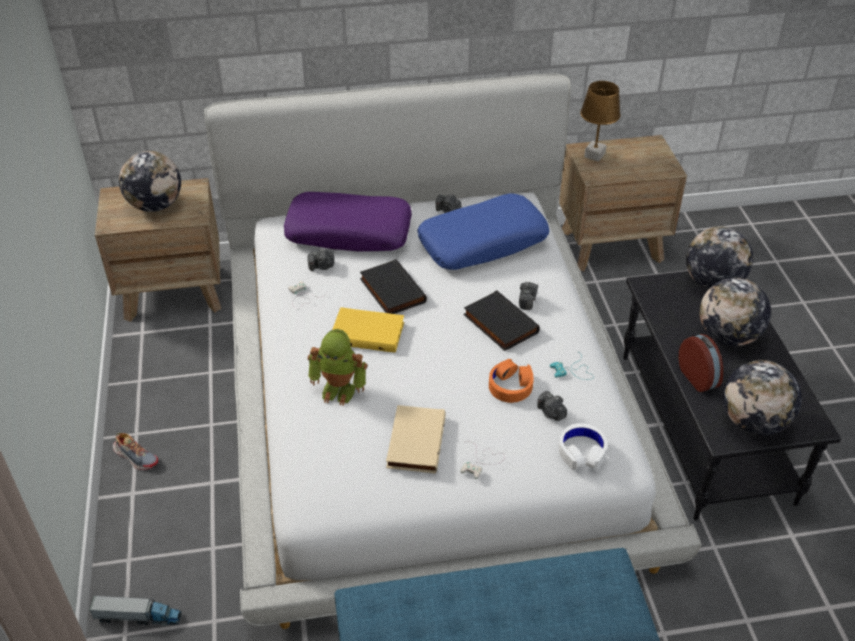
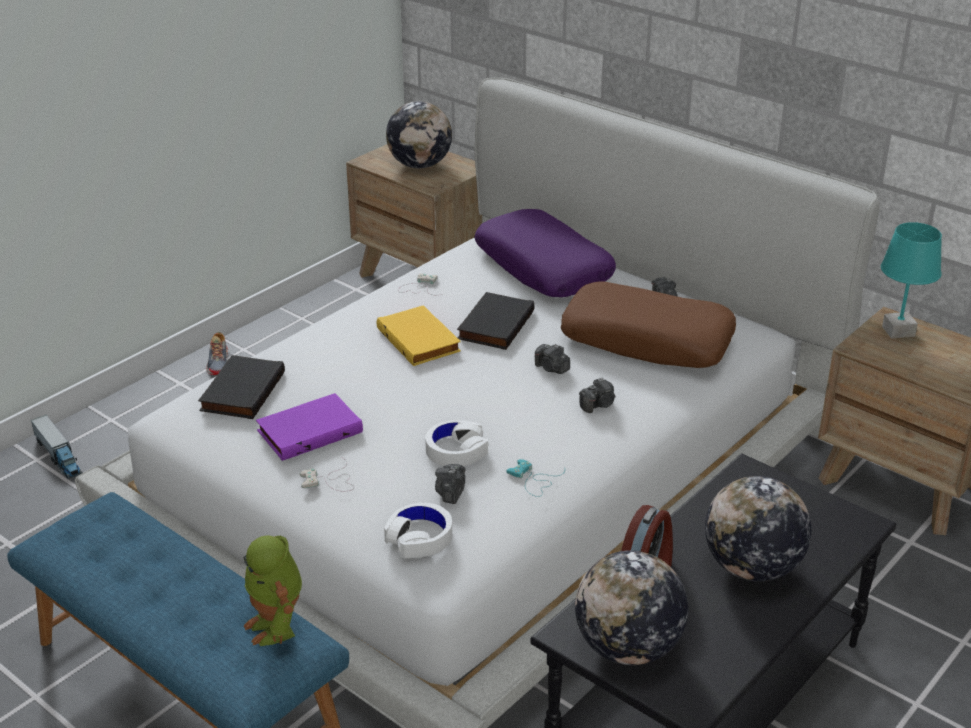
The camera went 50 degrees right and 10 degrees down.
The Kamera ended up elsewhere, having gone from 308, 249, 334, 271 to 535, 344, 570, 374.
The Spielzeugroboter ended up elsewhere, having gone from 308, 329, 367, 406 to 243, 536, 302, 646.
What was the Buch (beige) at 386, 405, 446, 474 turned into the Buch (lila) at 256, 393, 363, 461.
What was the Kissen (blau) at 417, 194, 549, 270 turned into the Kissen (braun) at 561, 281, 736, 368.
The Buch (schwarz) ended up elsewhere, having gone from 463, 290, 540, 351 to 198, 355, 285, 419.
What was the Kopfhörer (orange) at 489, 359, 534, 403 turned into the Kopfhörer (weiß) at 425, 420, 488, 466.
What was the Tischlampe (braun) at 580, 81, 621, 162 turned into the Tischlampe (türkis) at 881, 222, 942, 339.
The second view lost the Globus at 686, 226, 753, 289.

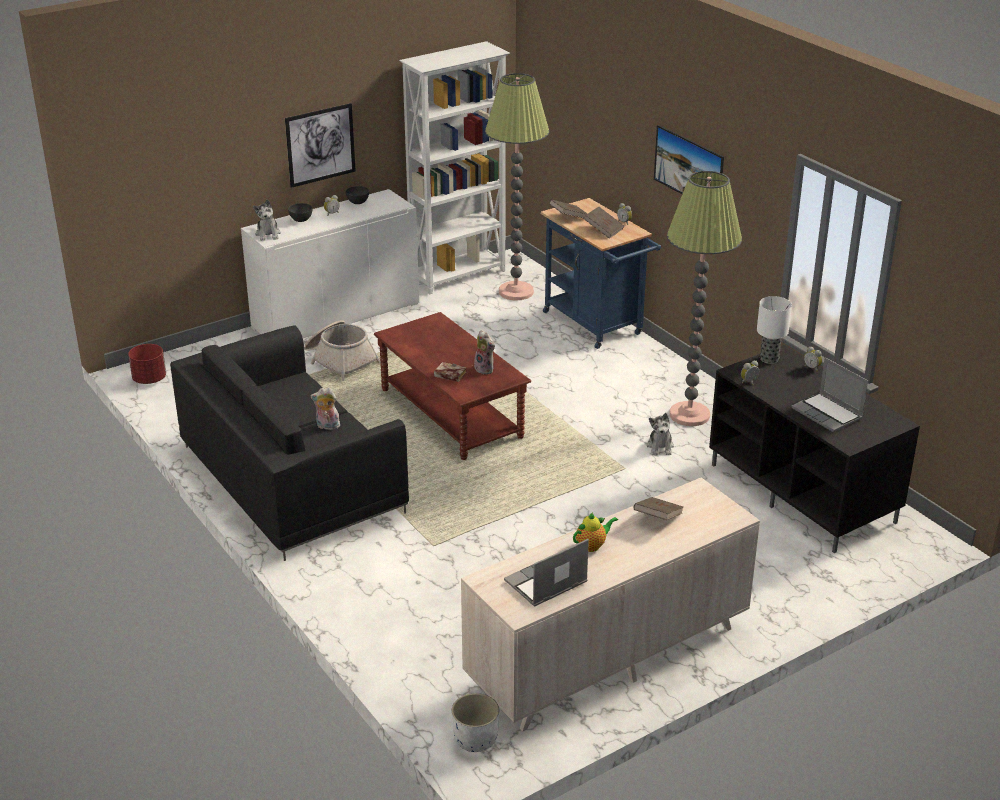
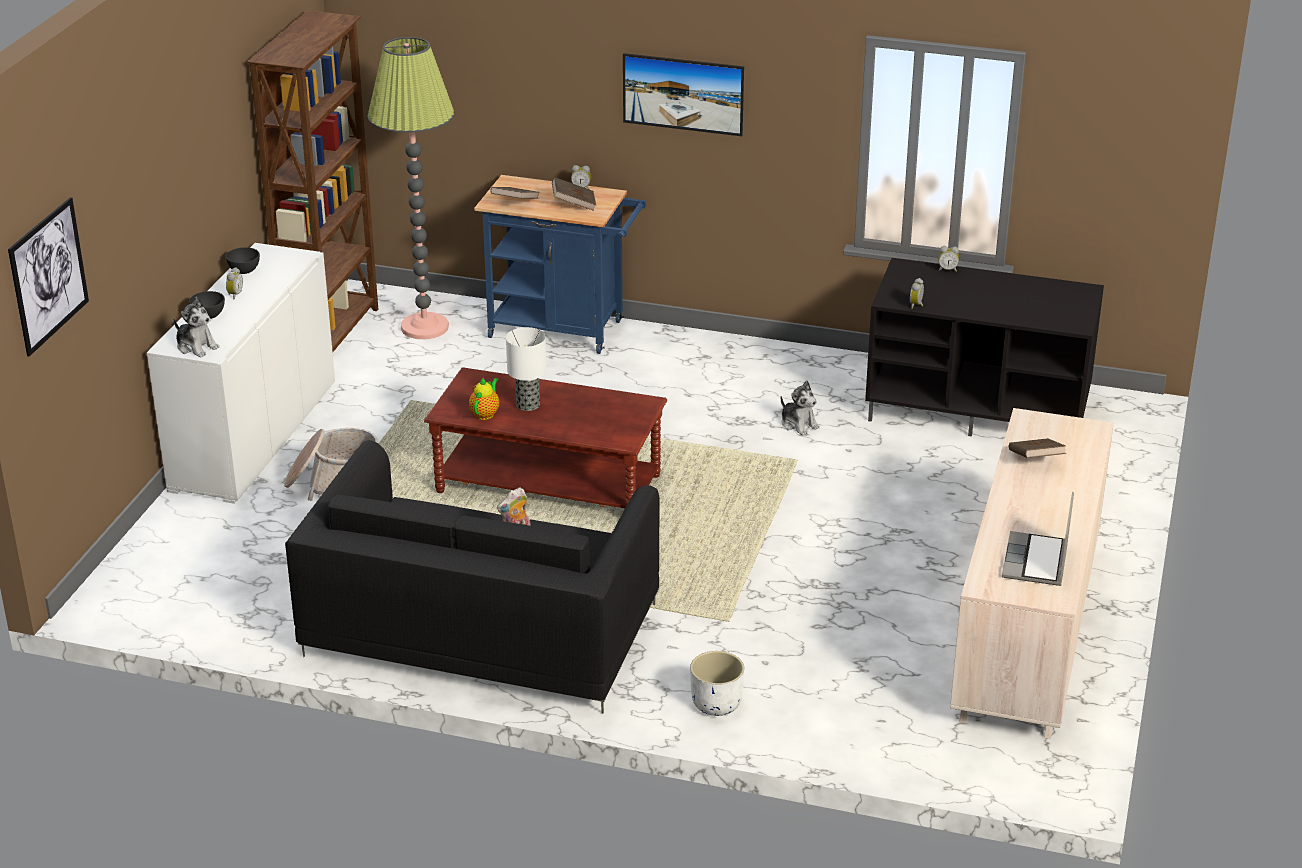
The camera went 40 degrees left and 0 degrees up.
The second view lost the Pflanzkübel (rot) at 128, 344, 166, 384.
The Bild ended up elsewhere, having gone from 285, 103, 356, 188 to 8, 197, 89, 356.
What was the Bücherregal (weiß) at 399, 41, 510, 294 turned into the Bücherregal (braun) at 247, 10, 378, 352.
The second view lost the Buch at 434, 362, 467, 382.
The Pflanzkübel (weiß) ended up elsewhere, having gone from 452, 693, 499, 752 to 690, 651, 744, 716.
The second view lost the Plüschtier at 474, 330, 495, 375.
The Teekanne ended up elsewhere, having gone from 573, 513, 618, 552 to 469, 377, 499, 420.
The second view lost the Stehlampe at 667, 171, 742, 426.
The Tischlampe ended up elsewhere, having gone from 757, 296, 792, 364 to 506, 327, 546, 411.
The second view lost the Laptop at 792, 357, 868, 432.

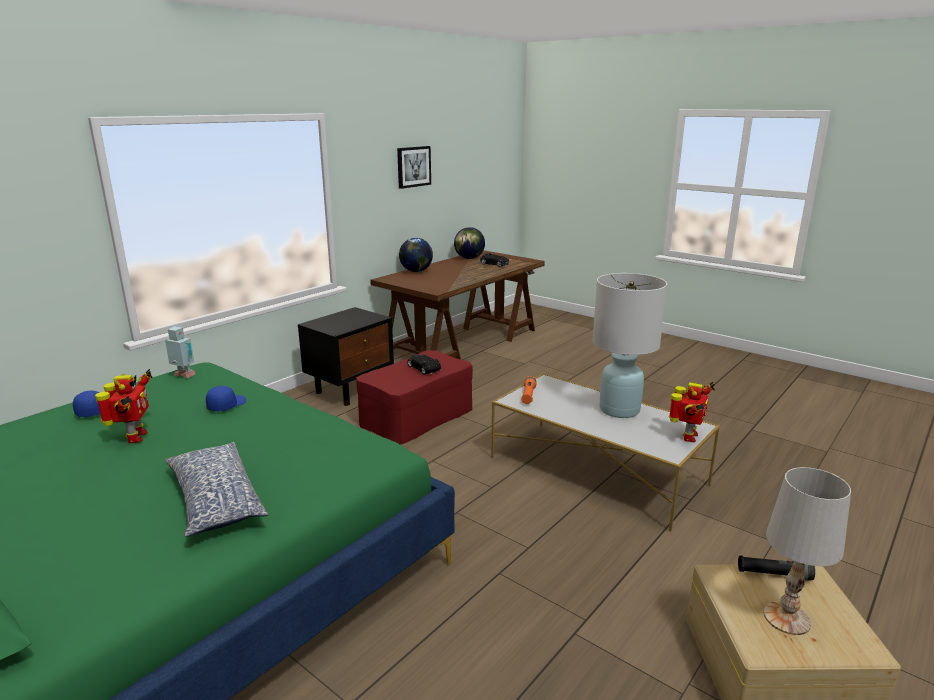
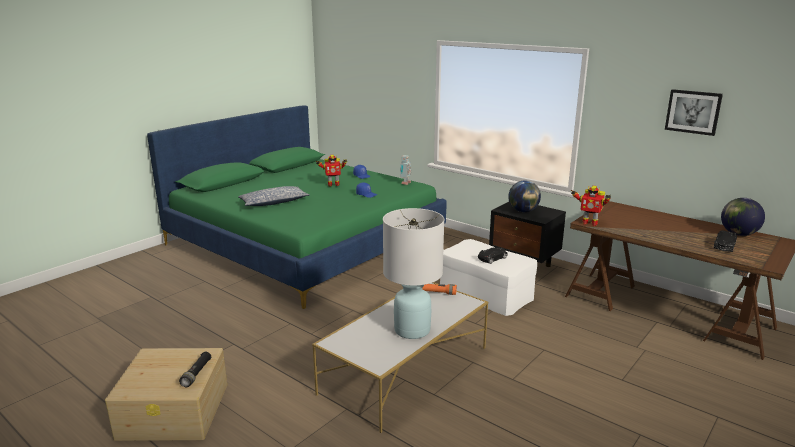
The camera went 90 degrees right and 0 degrees up.
What was the Polsterhocker (rot) at 356, 350, 473, 445 turned into the Polsterhocker (weiß) at 440, 239, 537, 316.
The Globus ended up elsewhere, having gone from 399, 238, 433, 272 to 508, 180, 541, 212.
The Spielzeugroboter ended up elsewhere, having gone from 669, 382, 715, 442 to 571, 186, 611, 226.
The second view lost the Tischlampe (weiß) at 764, 467, 851, 635.

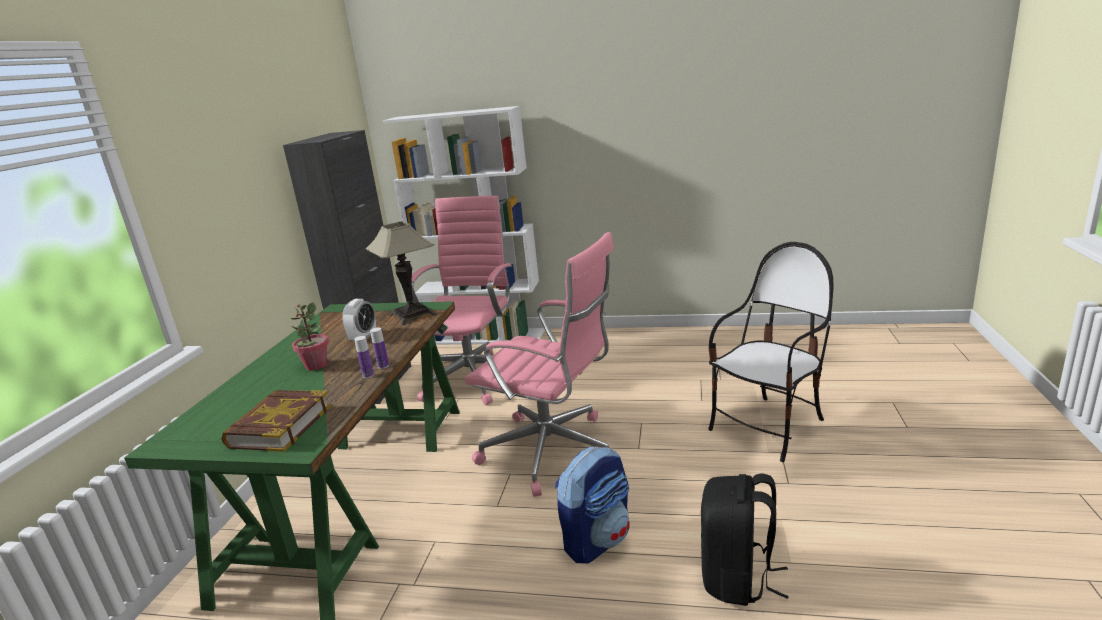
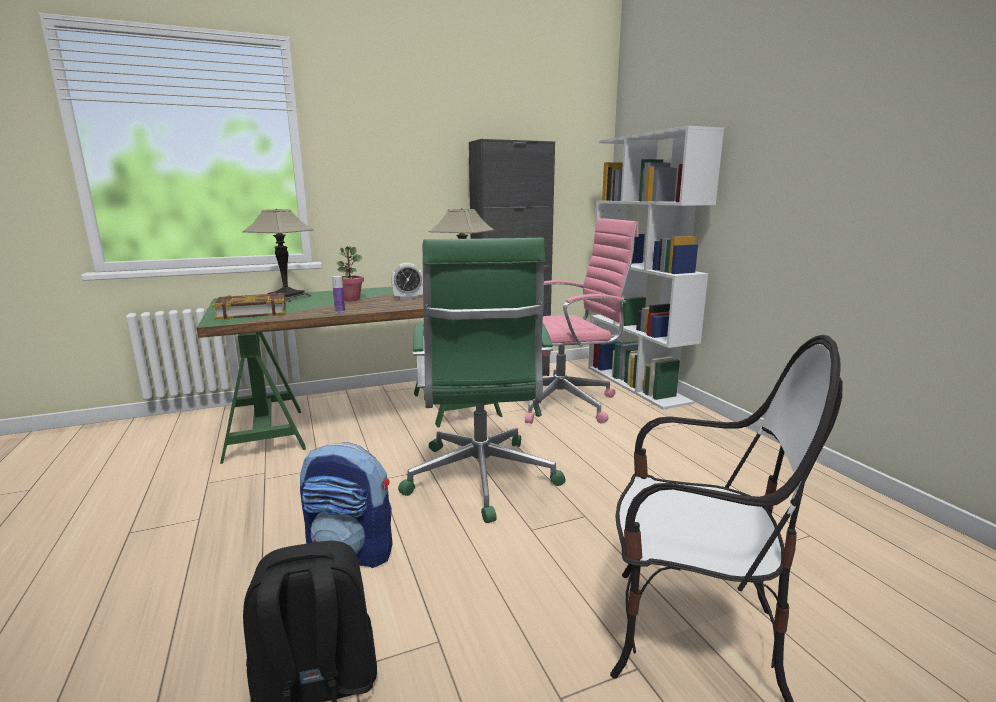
The camera went 55 degrees right and 5 degrees down.
The second view lost the Flasche at 370, 328, 389, 369.
What was the Bürostuhl (rosa) at 465, 232, 618, 497 turned into the Bürostuhl (grün) at 398, 238, 566, 523.
The second view gained the Tischlampe at 242, 209, 314, 302.

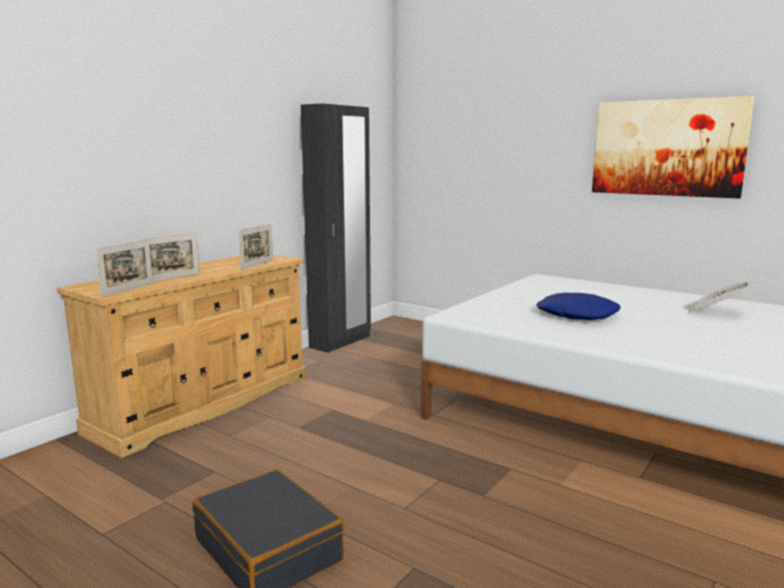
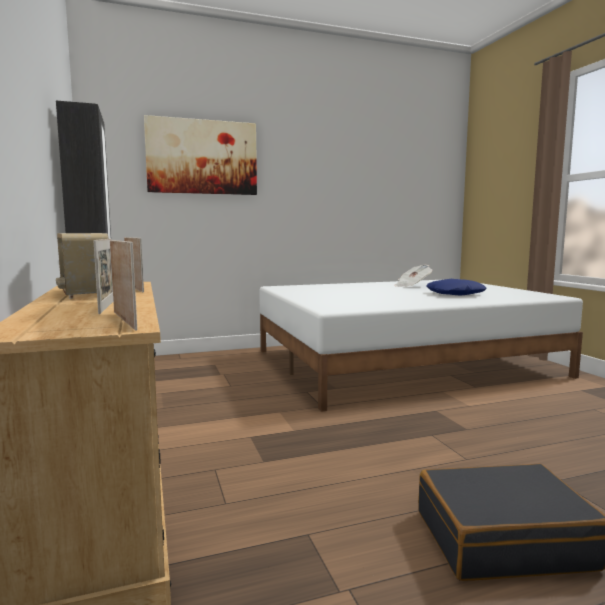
The camera went 55 degrees left and 5 degrees down.
The Kissen (blau) ended up elsewhere, having gone from 537, 293, 621, 320 to 426, 279, 487, 295.
The Bild ended up elsewhere, having gone from 592, 96, 755, 199 to 144, 115, 257, 195.
The second view gained the Radio at 56, 233, 108, 299.

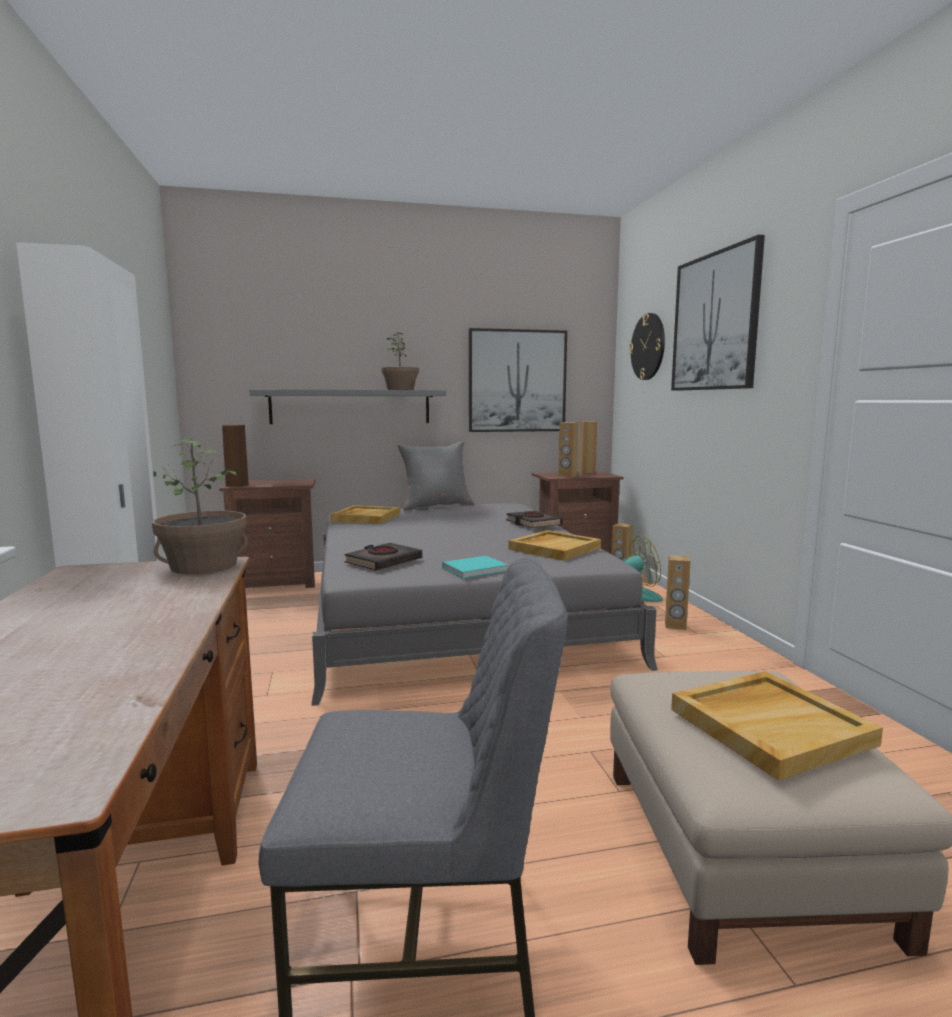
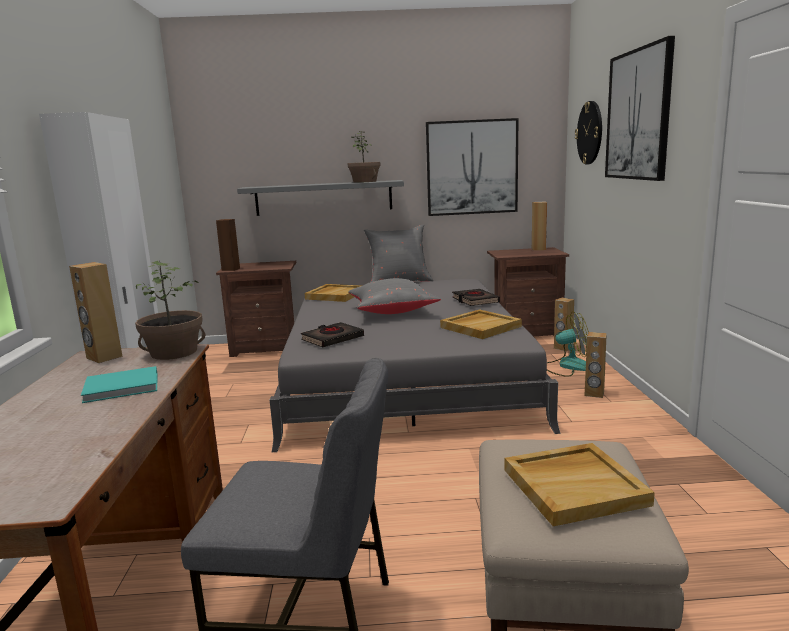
The camera went 10 degrees right and 5 degrees up.
The Buch (türkis) ended up elsewhere, having gone from 442, 556, 508, 578 to 81, 366, 157, 403.
The Lautsprecher (braun) ended up elsewhere, having gone from 558, 422, 578, 477 to 69, 262, 123, 363.
The second view gained the Kissen (grau) at 348, 278, 441, 314.

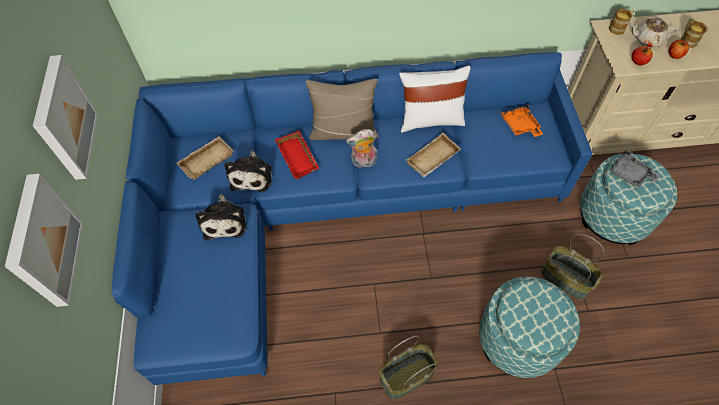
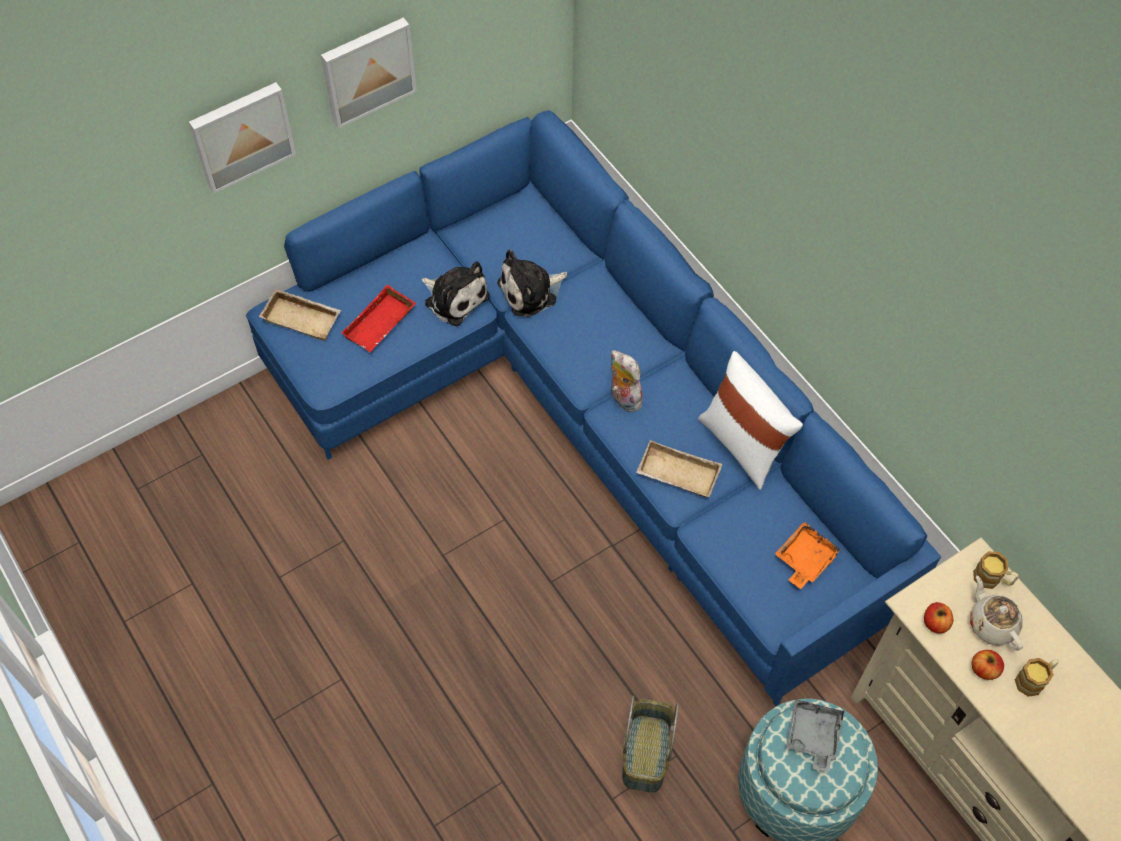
The camera went 60 degrees right and 0 degrees up.
The Tablett (beige) ended up elsewhere, having gone from 176, 136, 234, 180 to 259, 289, 341, 341.
The Plüschtier at 196, 194, 247, 241 ended up facing another way, 105 degrees counterclockwise from before.
The Tablett (rot) ended up elsewhere, having gone from 275, 131, 319, 180 to 341, 285, 416, 352.
The second view lost the Kissen (beige) at 306, 79, 379, 140.
The second view lost the Korb at 379, 335, 438, 399.
The second view lost the Polsterhocker at 479, 277, 580, 378.

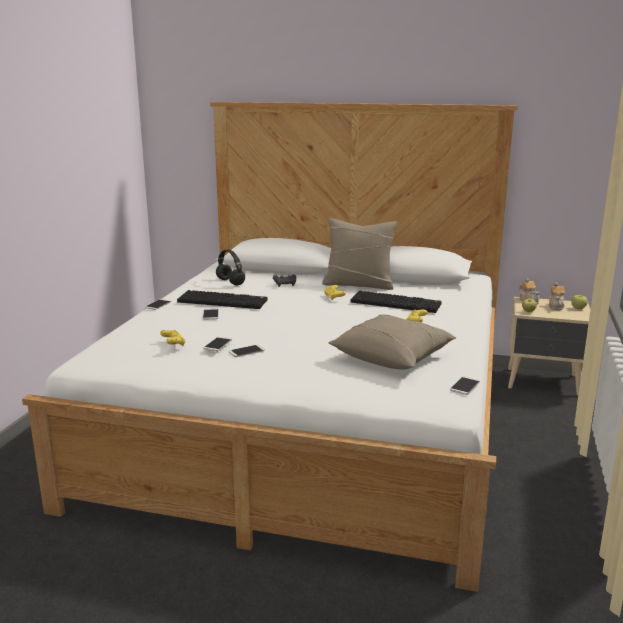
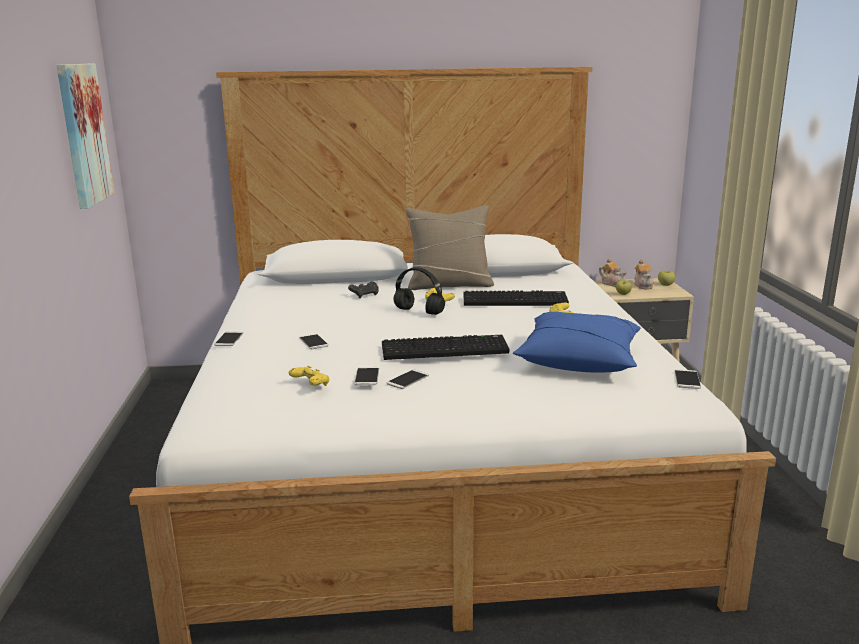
The camera went 20 degrees left and 0 degrees up.
The Tastatur ended up elsewhere, having gone from 177, 290, 268, 309 to 382, 335, 509, 360.
The Kopfhörer (schwarz) ended up elsewhere, having gone from 216, 249, 245, 286 to 393, 267, 445, 315.
What was the Kissen (beige) at 328, 314, 456, 370 turned into the Kissen (blau) at 513, 312, 641, 373.
The second view gained the Bild at 56, 64, 115, 209.

